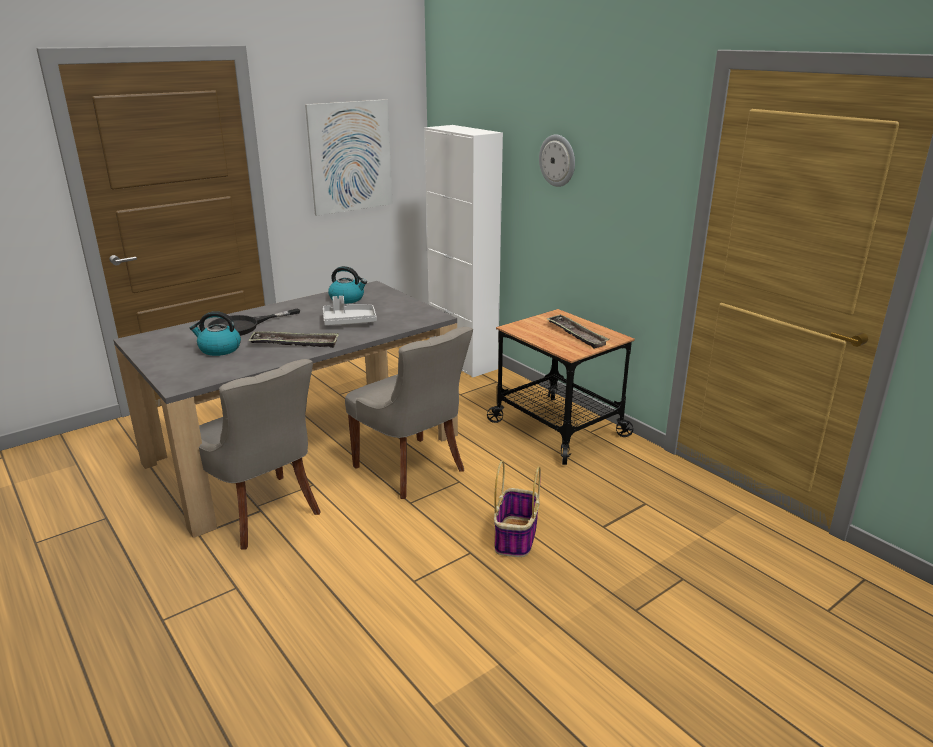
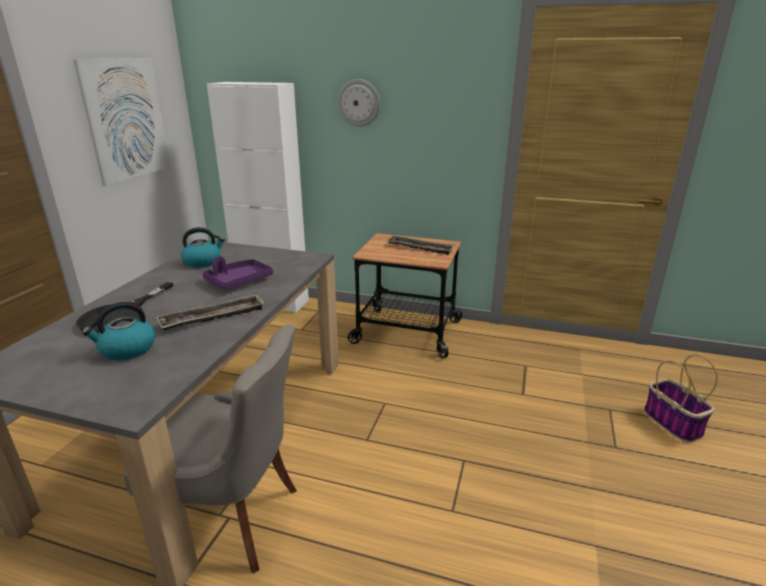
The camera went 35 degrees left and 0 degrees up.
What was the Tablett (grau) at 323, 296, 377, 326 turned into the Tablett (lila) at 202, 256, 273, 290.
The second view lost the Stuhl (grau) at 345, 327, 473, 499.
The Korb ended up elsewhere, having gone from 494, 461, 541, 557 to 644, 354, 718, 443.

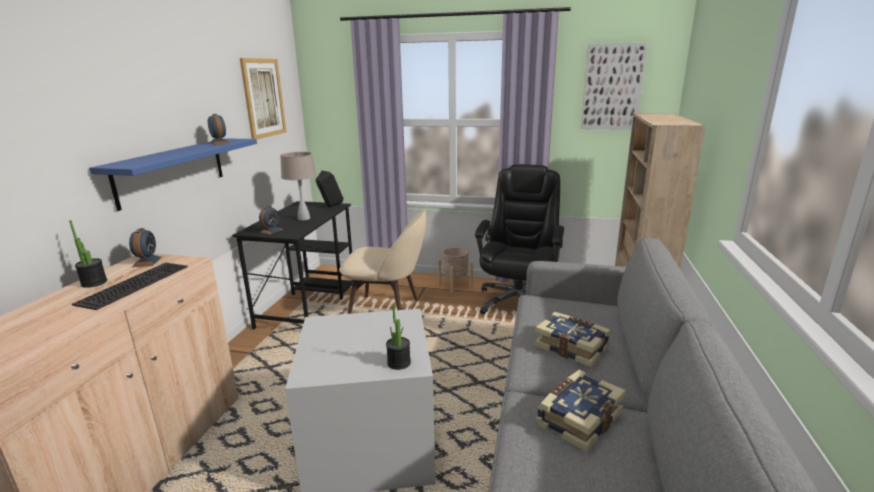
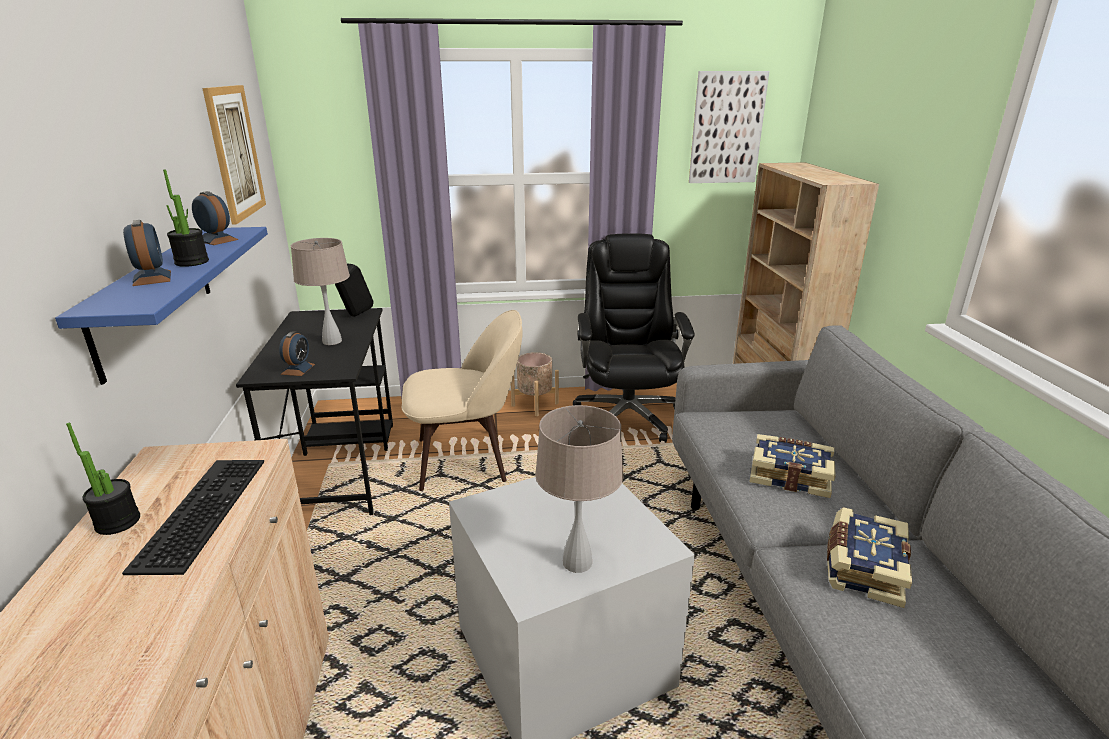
The camera went 20 degrees left and 5 degrees up.
The Wecker ended up elsewhere, having gone from 129, 228, 162, 267 to 123, 220, 171, 286.
The Topfpflanze ended up elsewhere, having gone from 386, 304, 411, 370 to 163, 169, 209, 267.
The second view gained the Tischlampe (beige) at 535, 405, 624, 573.

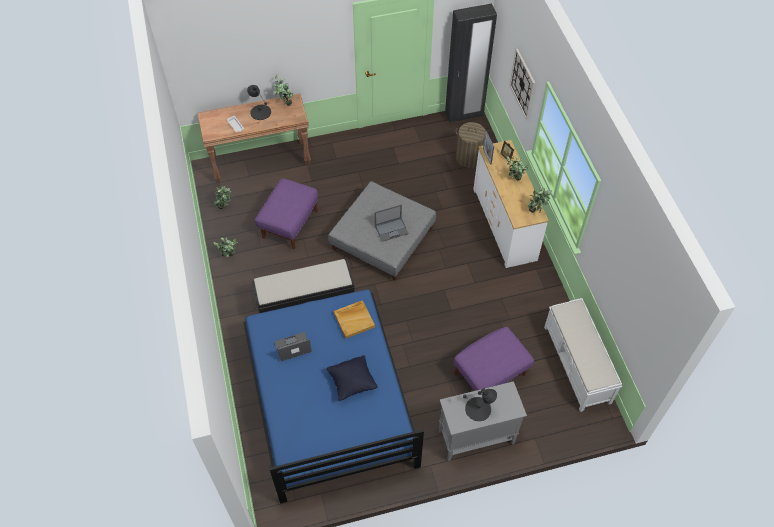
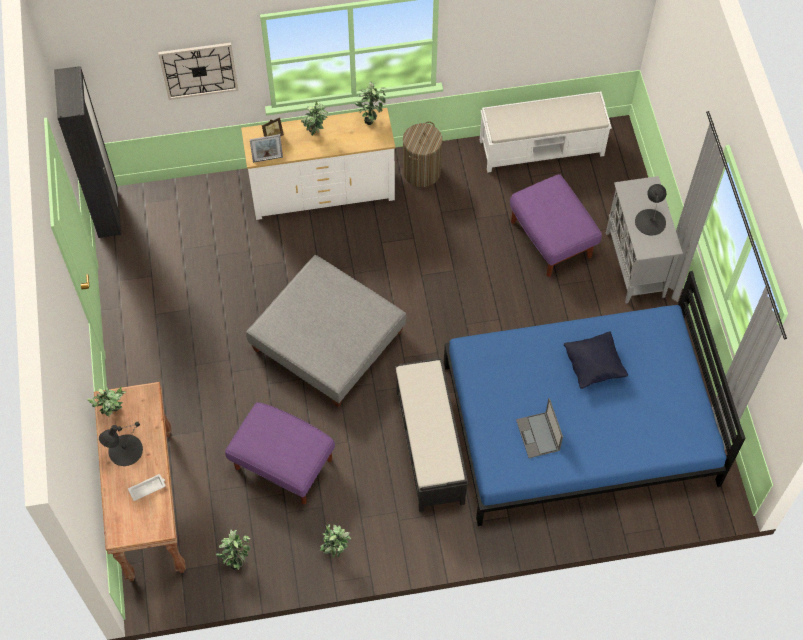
The camera went 85 degrees left and 5 degrees up.
The second view lost the Tablett (beige) at 334, 300, 375, 338.
The second view lost the Laptop at 374, 204, 409, 242.
The Wäschekorb ended up elsewhere, having gone from 456, 122, 486, 168 to 403, 121, 442, 187.

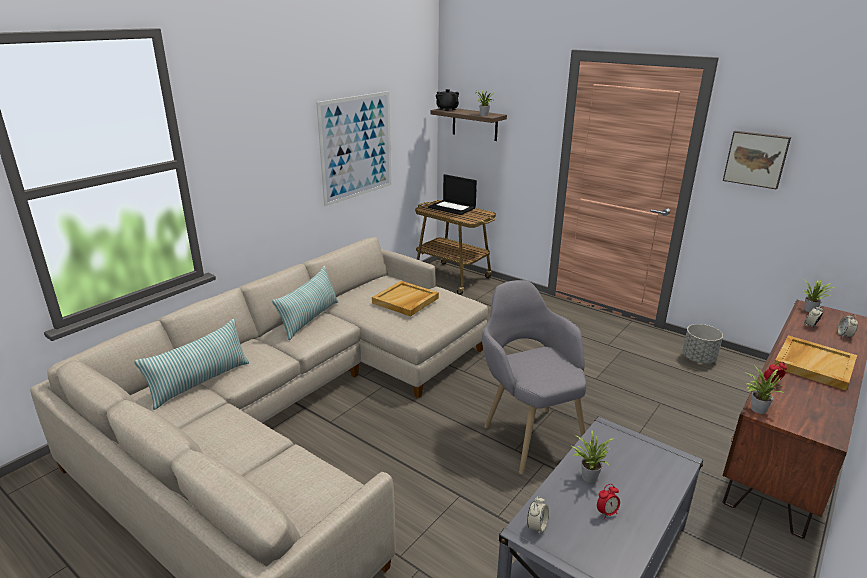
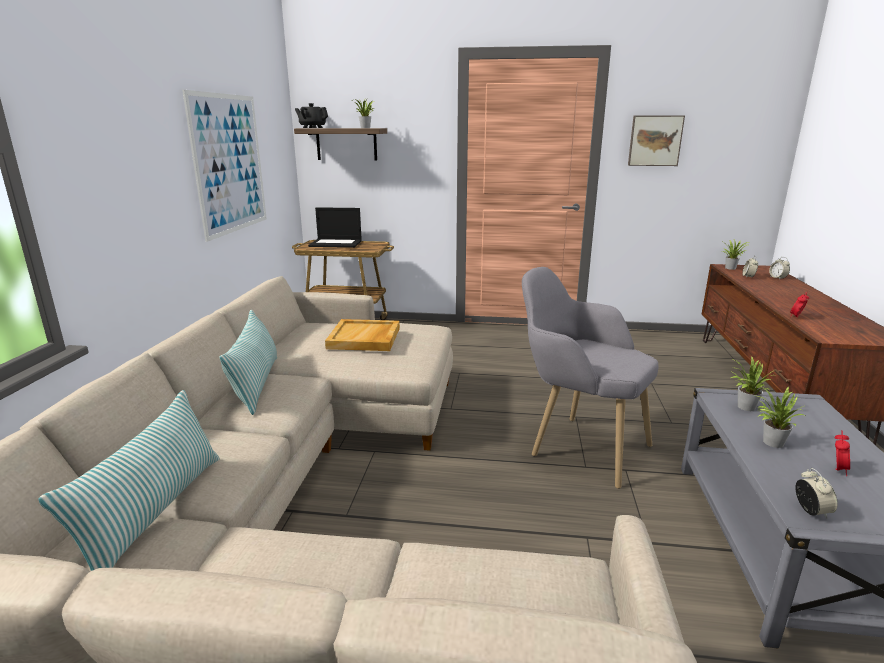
The camera went 30 degrees left and 5 degrees down.
The second view lost the Pflanzkübel (grau) at 682, 324, 723, 363.
The Topfpflanze ended up elsewhere, having gone from 746, 366, 783, 414 to 731, 356, 775, 411.
The second view lost the Tablett (beige) at 774, 336, 857, 391.

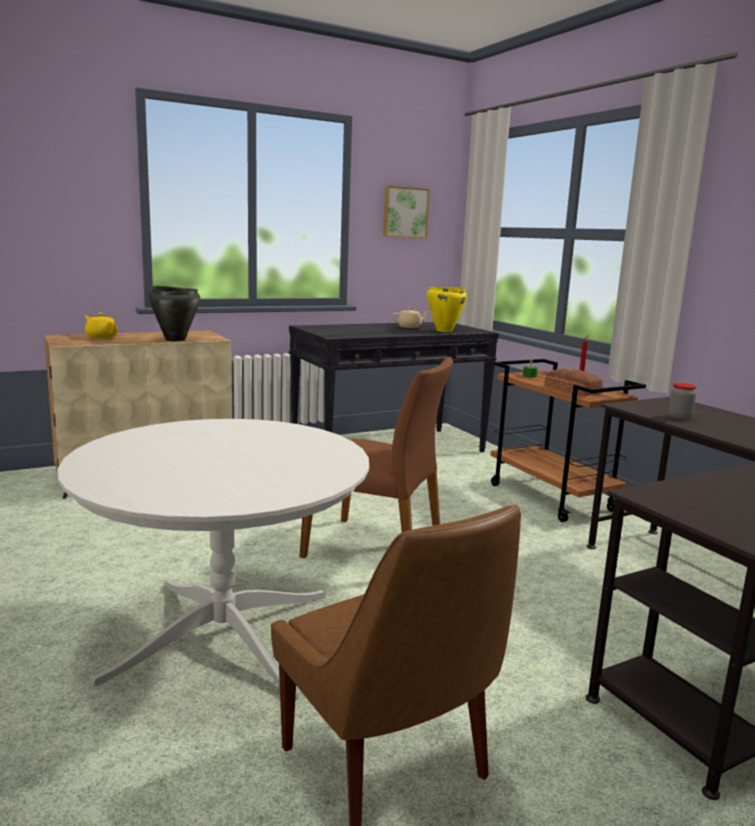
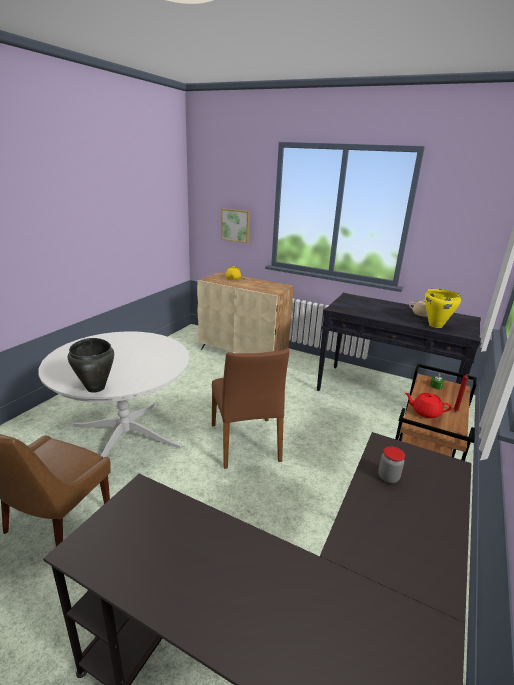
The camera went 55 degrees right and 10 degrees up.
The Kochtopf (schwarz) ended up elsewhere, having gone from 148, 286, 200, 341 to 68, 338, 114, 393.
The Bild ended up elsewhere, having gone from 383, 185, 430, 238 to 221, 208, 250, 243.
Where the Brot stood at 544, 368, 603, 396, the Teekanne (rot) came to stand at 405, 393, 452, 418.

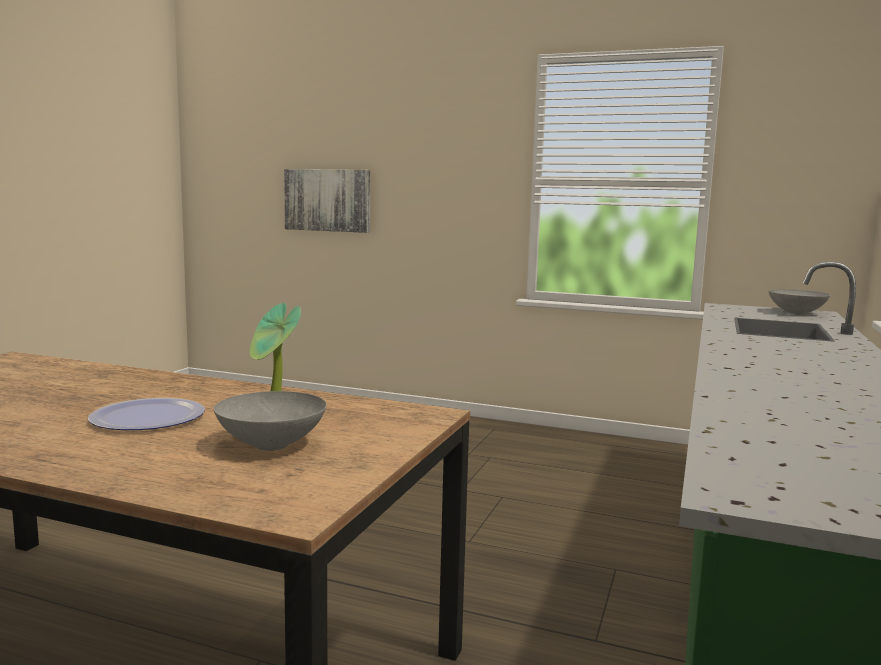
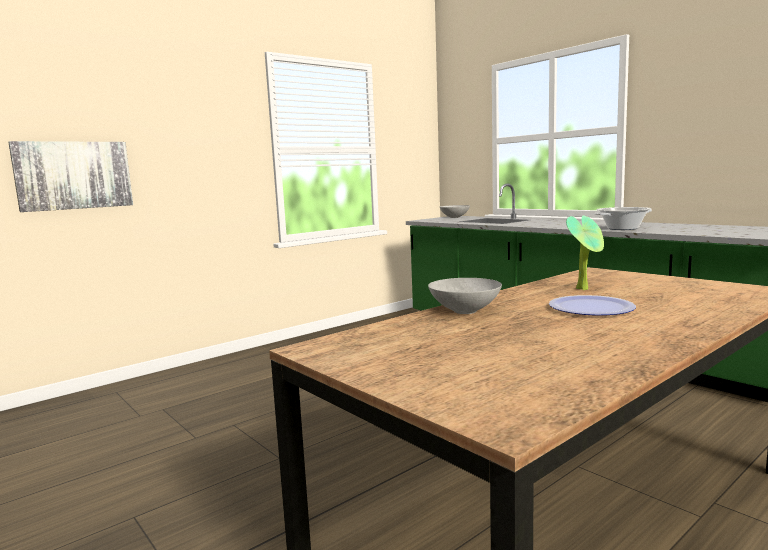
The camera went 60 degrees left and 0 degrees up.
The Schüssel (grau) ended up elsewhere, having gone from 214, 391, 327, 451 to 428, 278, 502, 314.
The second view gained the Kochtopf at 595, 207, 652, 230.

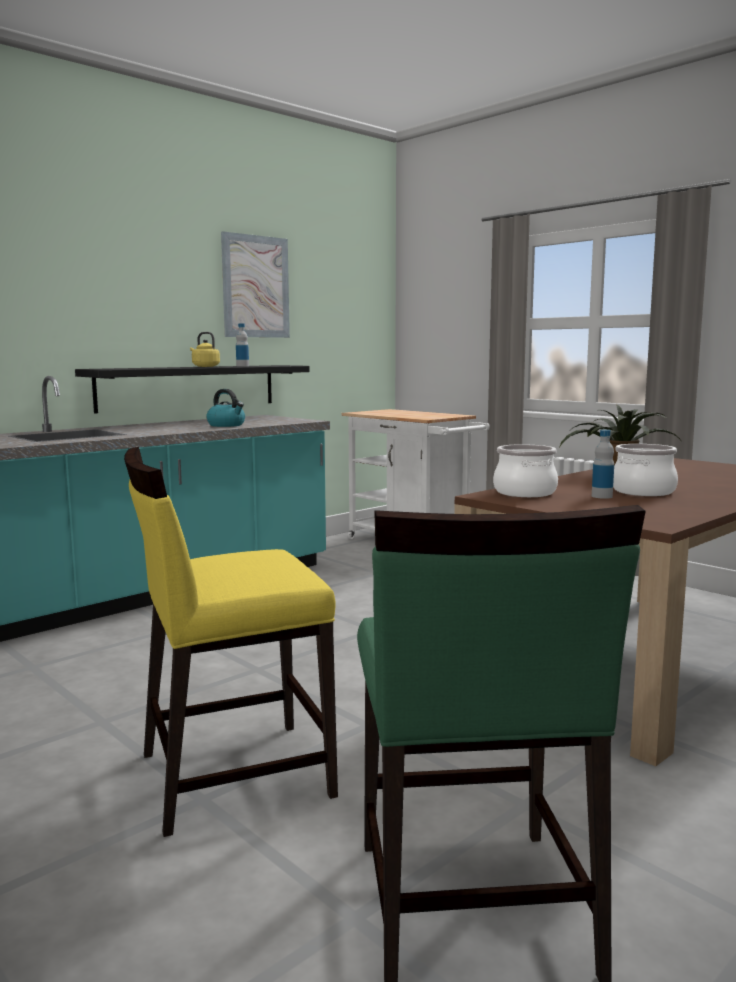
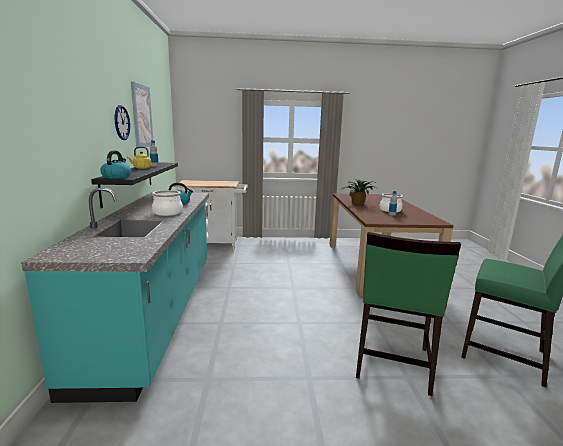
The camera went 50 degrees left and 5 degrees up.
What was the Stuhl (gelb) at 124, 447, 338, 837 turned into the Stuhl (grün) at 356, 232, 461, 396.
The Kochtopf ended up elsewhere, having gone from 493, 444, 558, 497 to 152, 190, 183, 216.
The second view gained the Wasserkessel at 100, 151, 131, 179.
The second view gained the Wanduhr at 115, 105, 130, 140.

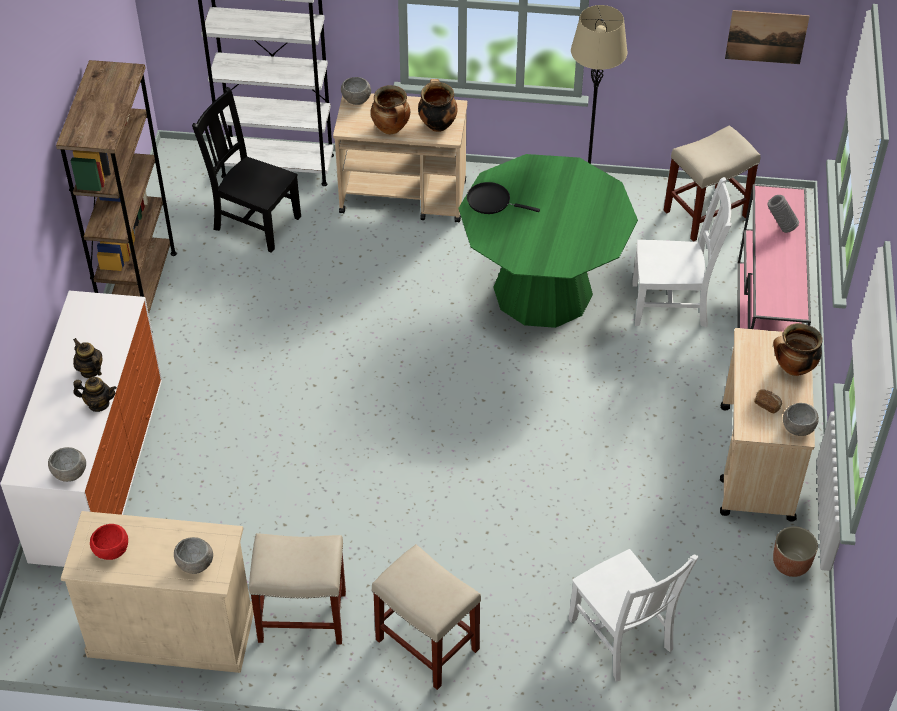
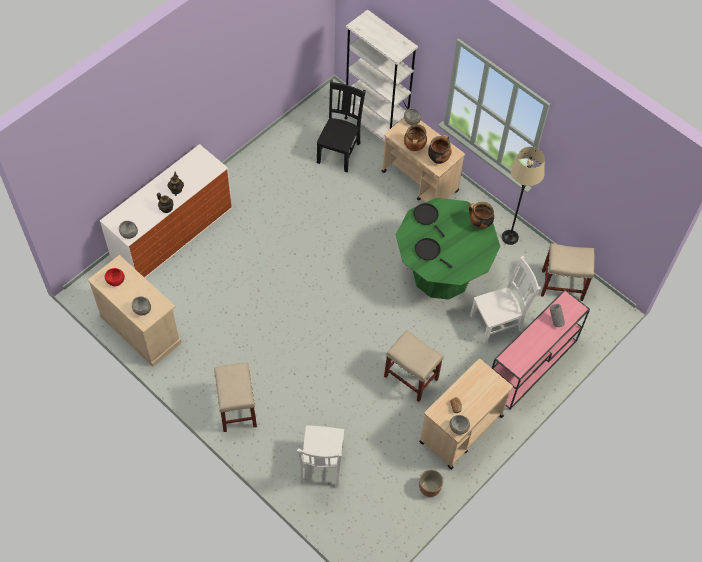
The camera went 35 degrees right and 10 degrees up.
The second view lost the Bücherregal (braun) at 56, 60, 177, 333.
The Stuhl (schwarz) at 192, 87, 301, 253 ended up facing another way, 45 degrees clockwise from before.
The Hocker (beige) ended up elsewhere, having gone from 249, 533, 346, 645 to 384, 330, 444, 402.
The Stuhl (weiß) at 632, 177, 732, 327 ended up facing another way, 60 degrees counterclockwise from before.
The second view lost the Bild at 725, 10, 810, 64.
The Kochtopf ended up elsewhere, having gone from 773, 323, 823, 376 to 469, 202, 494, 229.
The second view gained the Pfanne (schwarz) at 415, 238, 453, 269.

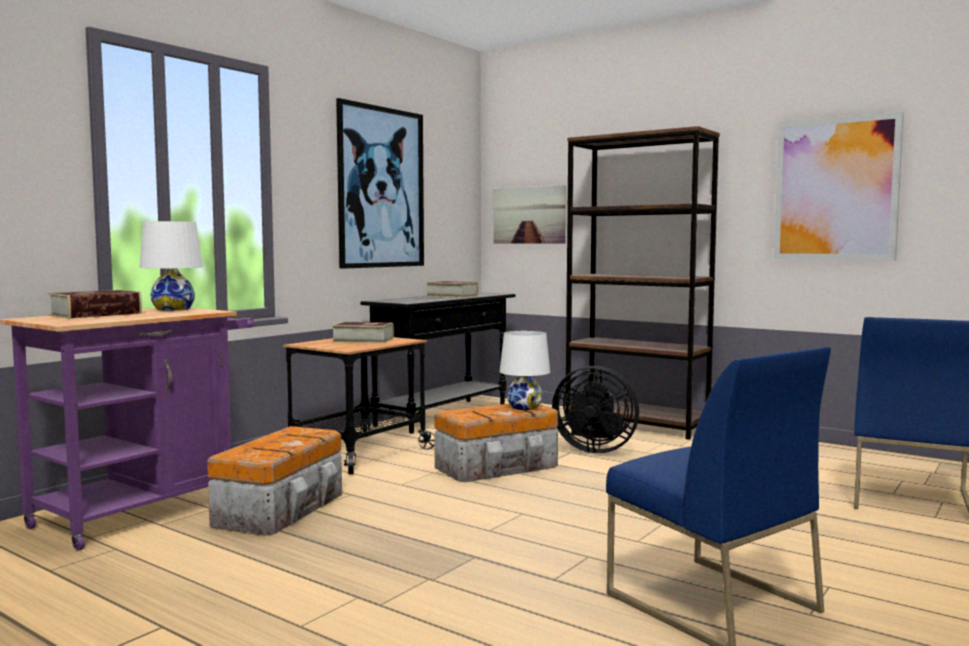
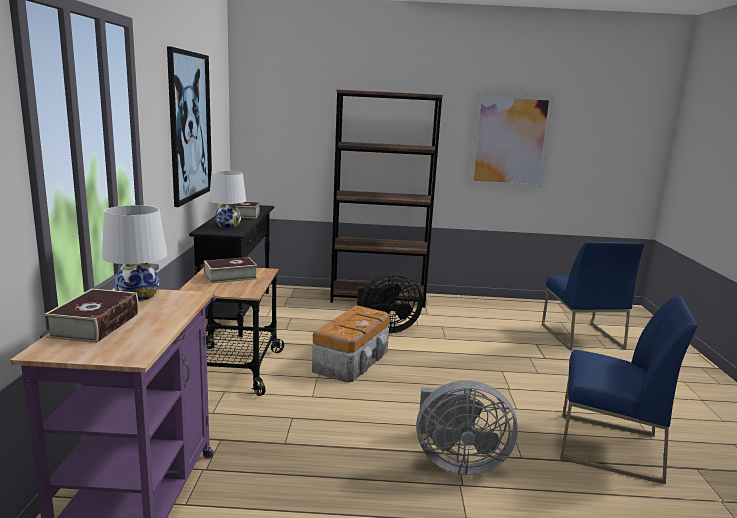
The camera went 35 degrees left and 10 degrees up.
The second view lost the Aufbewahrungsbox at 207, 426, 342, 536.
The second view lost the Bild at 493, 185, 566, 243.
The Tischlampe (weiß) ended up elsewhere, having gone from 500, 331, 550, 410 to 209, 171, 246, 228.
The second view gained the Ventilator (grau) at 416, 380, 518, 475.

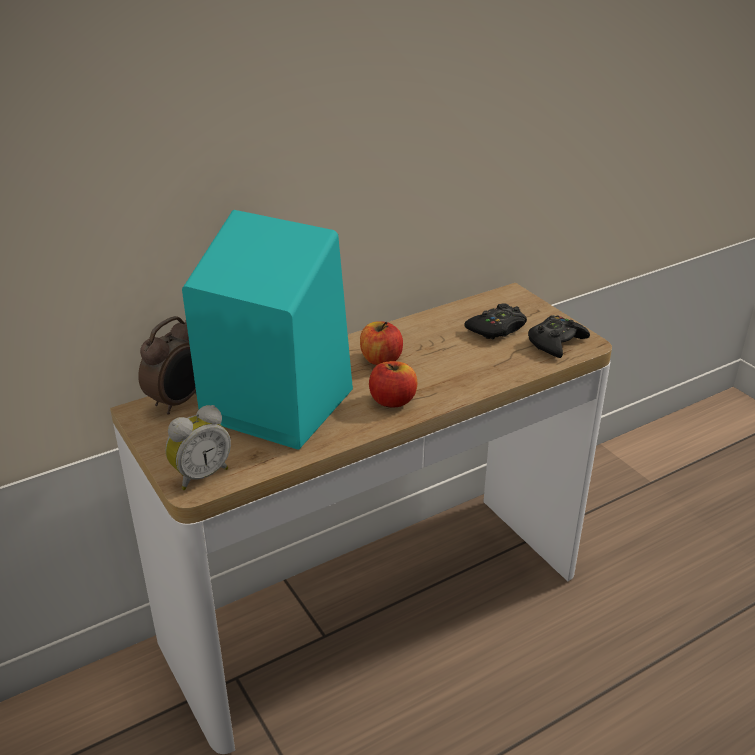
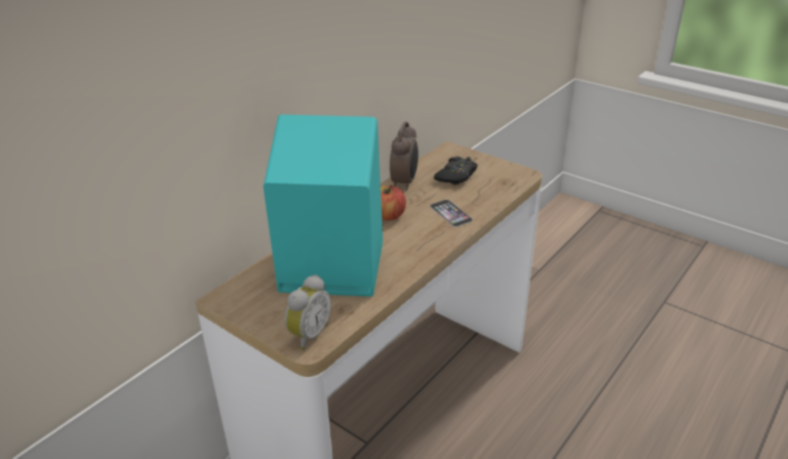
The camera went 20 degrees left and 0 degrees up.
The Wecker ended up elsewhere, having gone from 138, 316, 197, 415 to 390, 122, 418, 190.
The second view lost the Apfel at 369, 361, 417, 408.
The second view lost the Gamepad (schwarz) at 528, 315, 590, 358.
The second view gained the Handy at 430, 199, 473, 227.

